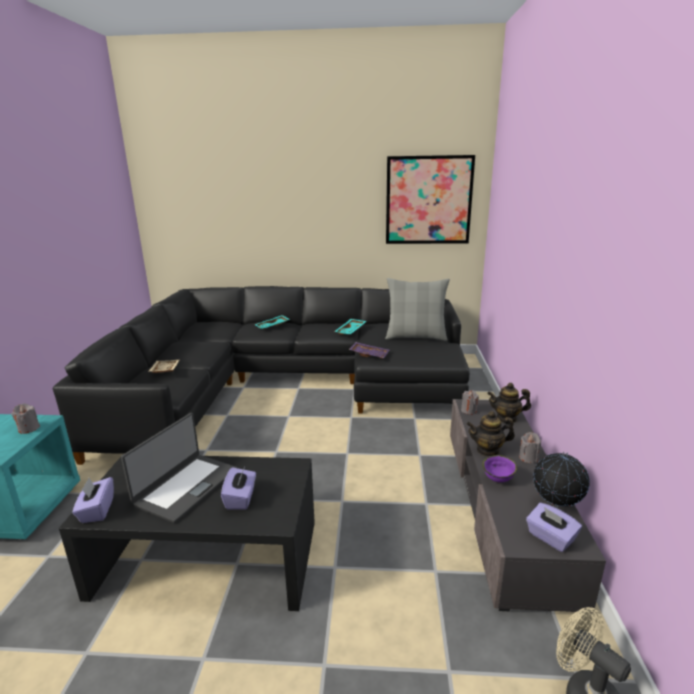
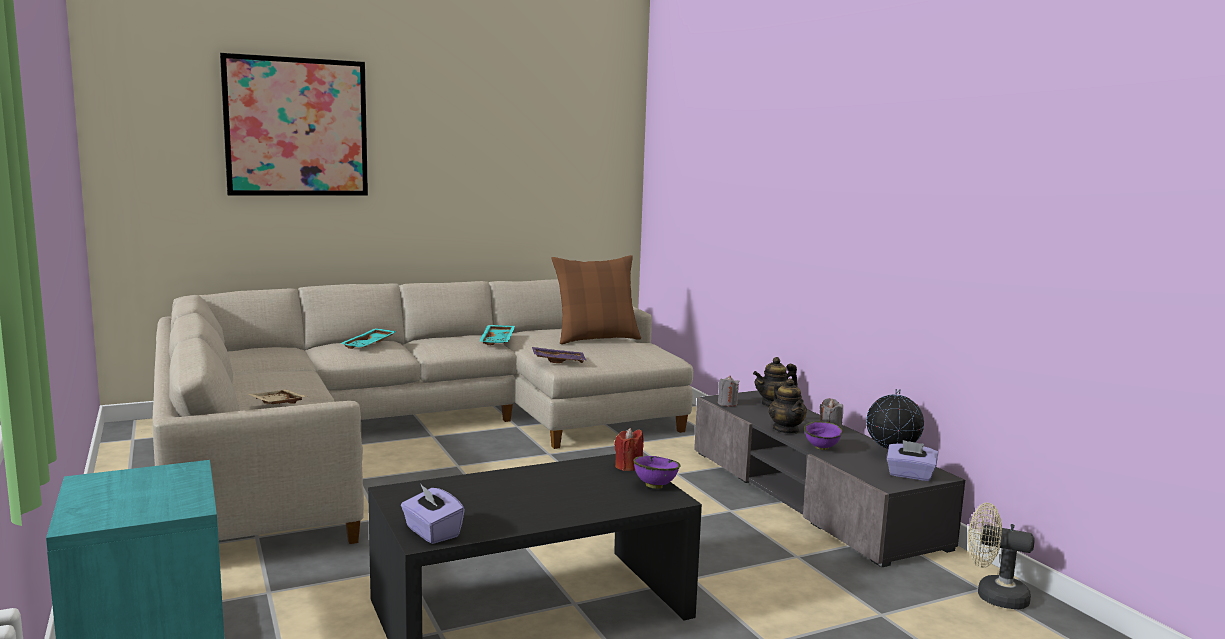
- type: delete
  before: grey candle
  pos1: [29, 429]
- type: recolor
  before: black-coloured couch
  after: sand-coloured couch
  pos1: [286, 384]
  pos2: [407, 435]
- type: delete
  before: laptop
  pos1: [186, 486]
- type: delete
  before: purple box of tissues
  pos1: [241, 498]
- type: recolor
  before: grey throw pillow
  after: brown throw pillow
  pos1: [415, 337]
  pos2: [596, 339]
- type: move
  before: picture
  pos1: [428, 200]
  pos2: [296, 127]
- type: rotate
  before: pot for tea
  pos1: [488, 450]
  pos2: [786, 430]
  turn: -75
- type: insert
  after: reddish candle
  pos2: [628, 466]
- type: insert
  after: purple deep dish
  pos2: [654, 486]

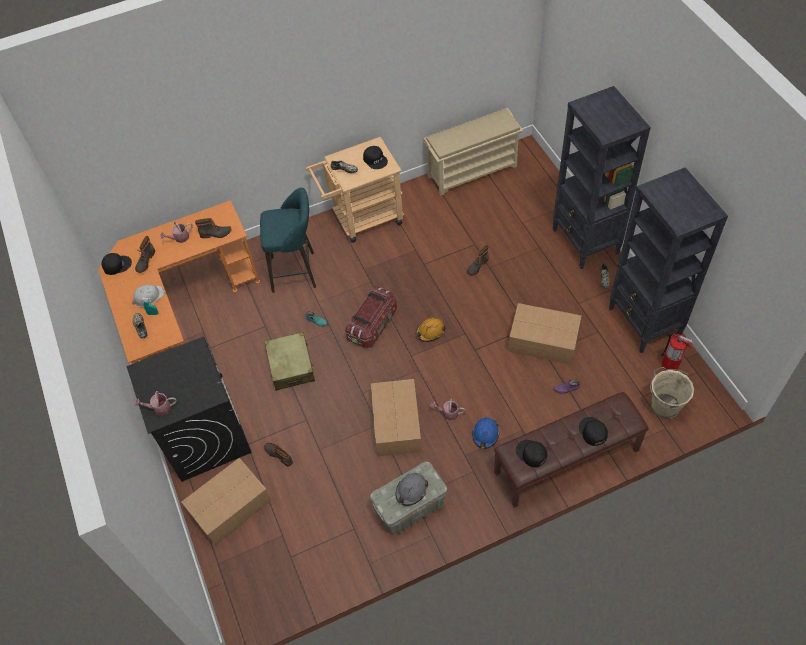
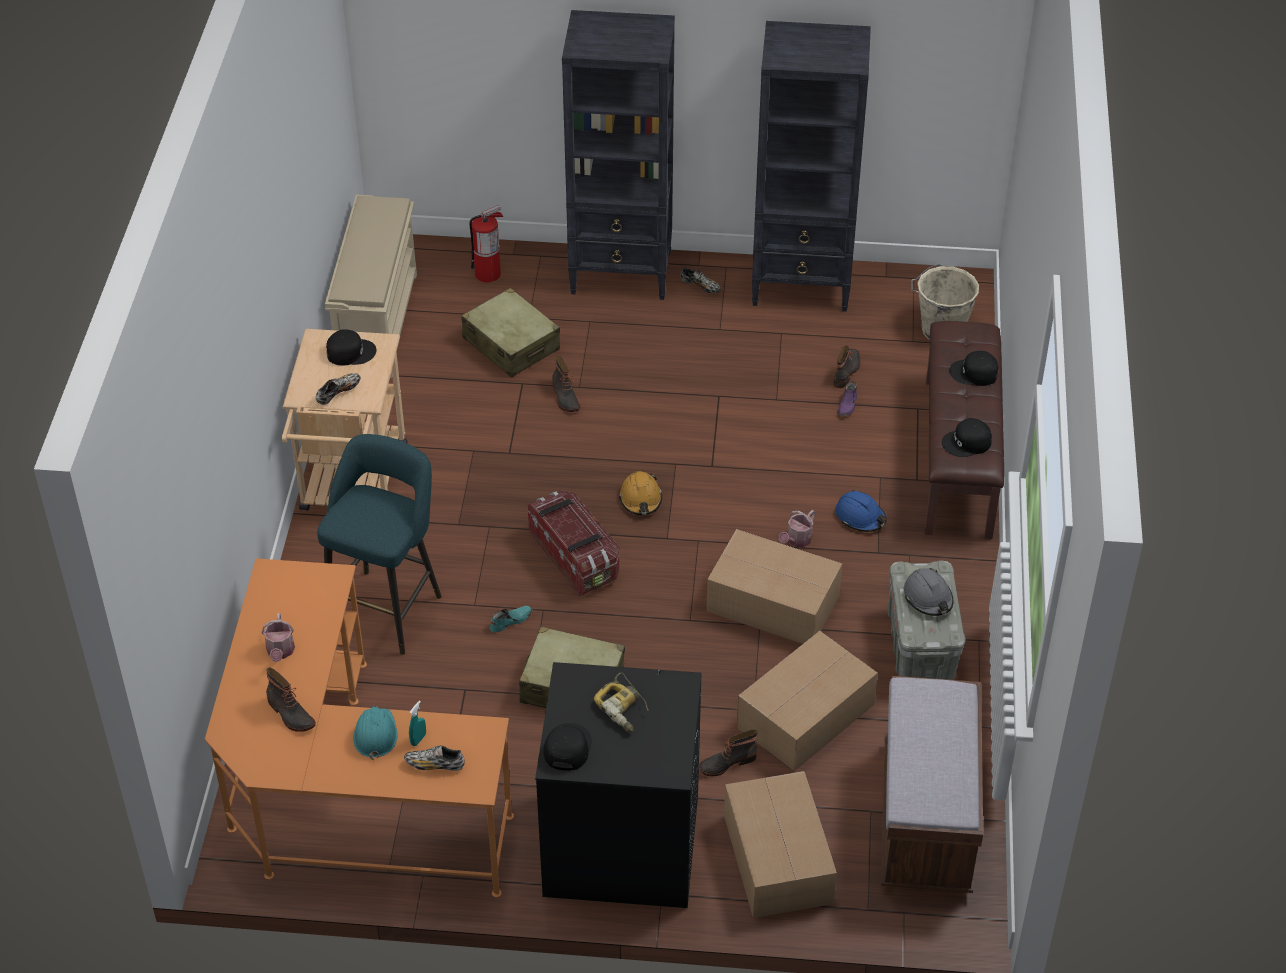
- type: move
  before: black-coloured baseball cap
  pos1: [117, 265]
  pos2: [566, 748]
- type: recolor
  before: white safety helmet
  after: blue-green safety helmet
  pos1: [148, 297]
  pos2: [375, 734]
- type: delete
  before: watering pot
  pos1: [159, 408]
- type: move
  before: boot
  pos1: [216, 234]
  pos2: [847, 371]
- type: move
  before: packing box
  pos1: [544, 341]
  pos2: [807, 715]
- type: move
  before: extinguisher
  pos1: [670, 365]
  pos2: [488, 274]
- type: insert
  after: sand-coloured travel case
  pos2: [511, 344]
- type: insert
  after: power drill
  pos2: [624, 708]
- type: insert
  after: brown long seat
  pos2: [926, 819]

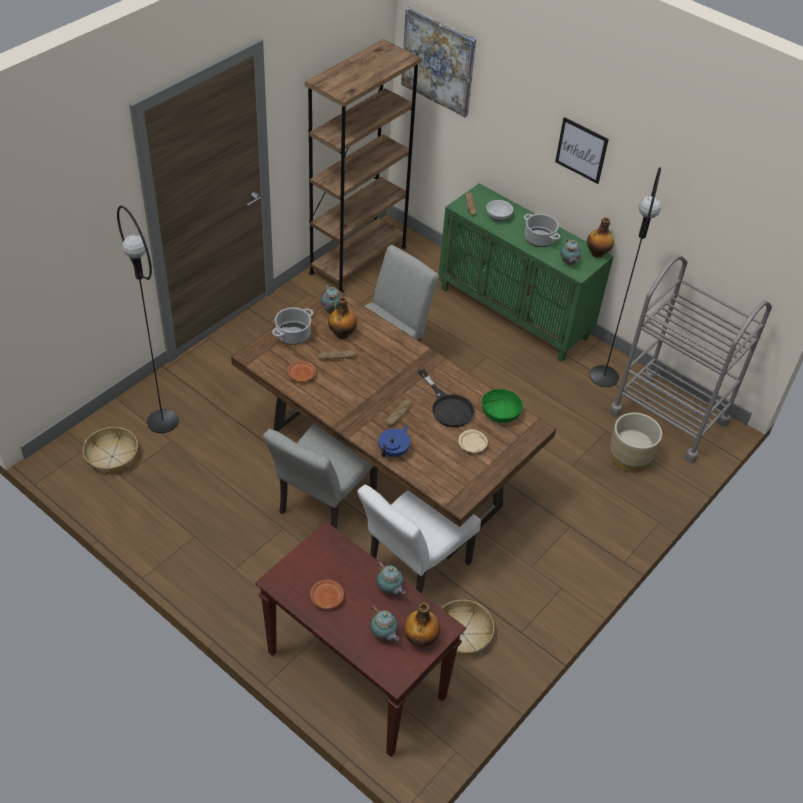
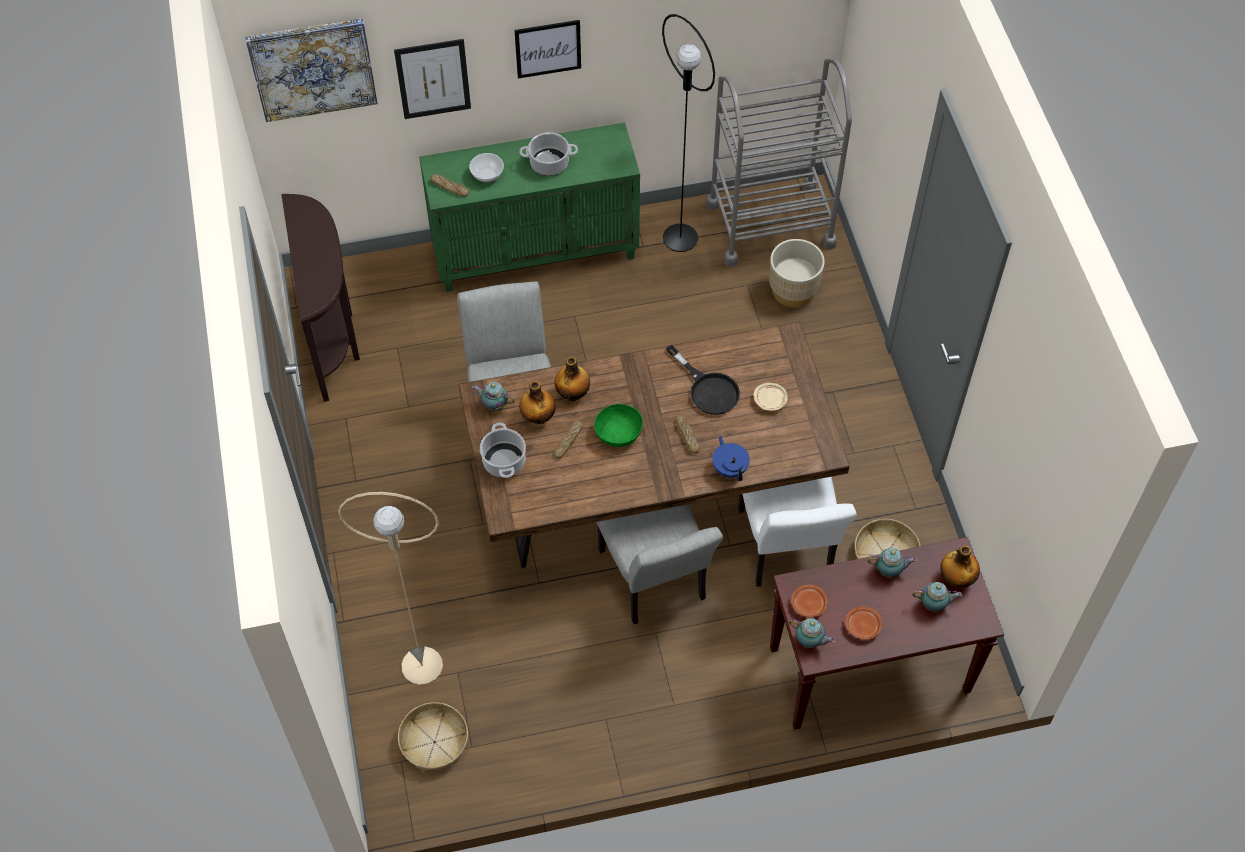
- type: recolor
  before: black-coloured standard lamp
  after: sand-coloured standard lamp
  pos1: [163, 421]
  pos2: [422, 665]
- type: move
  before: brown flat dish
  pos1: [301, 375]
  pos2: [808, 604]
- type: replace
  before: brown bookshelf
  after: brown hall table
  pos1: [358, 260]
  pos2: [333, 338]
- type: rotate
  before: black-coloured frying pan
  pos1: [448, 407]
  pos2: [708, 389]
  turn: 45
- type: move
  before: greenish deep dish
  pos1: [500, 413]
  pos2: [618, 433]
- type: move
  before: pot for tea
  pos1: [568, 263]
  pos2: [810, 642]
- type: move
  before: beverage bottle
  pos1: [597, 253]
  pos2: [573, 393]
- type: insert
  after: picture
  pos2: [433, 79]

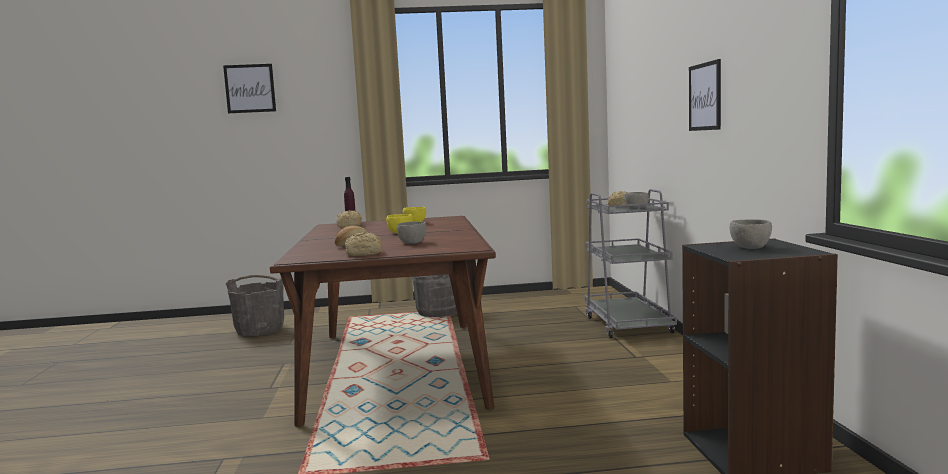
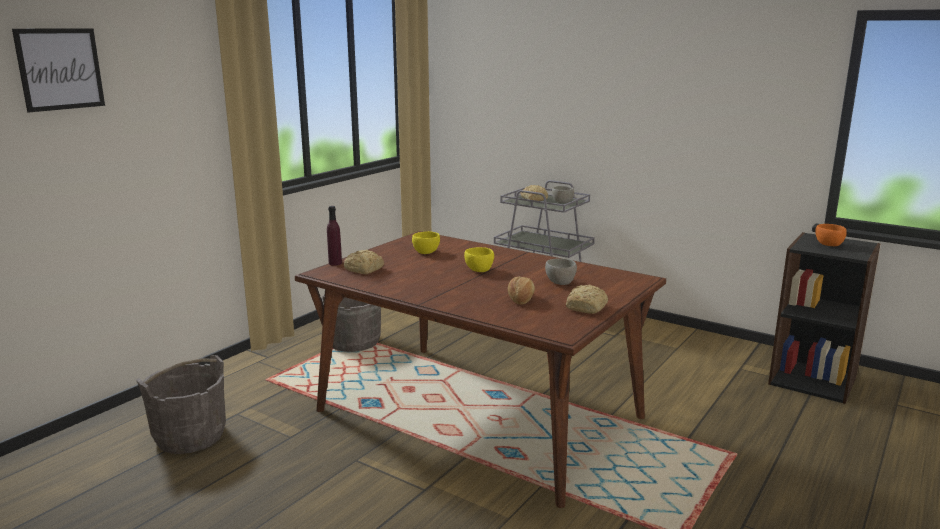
- type: delete
  before: picture
  pos1: [705, 96]
- type: recolor
  before: grey deep dish
  after: orangey deep dish
  pos1: [749, 247]
  pos2: [829, 245]

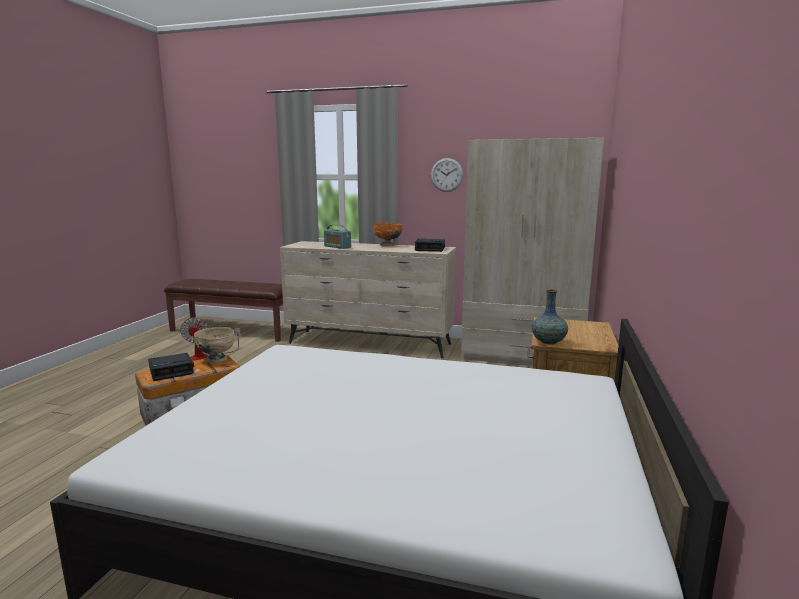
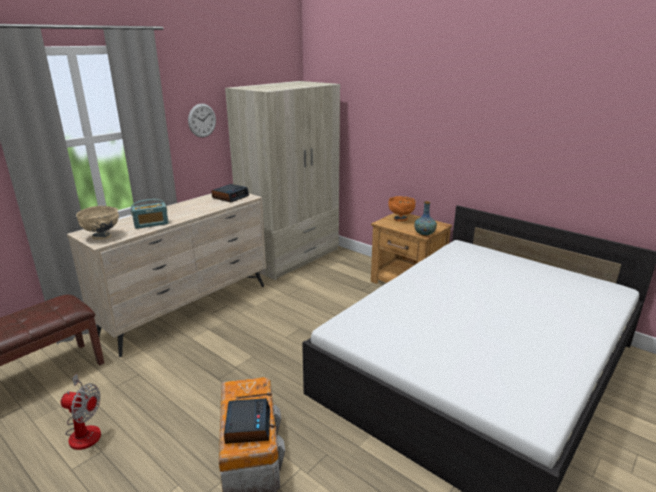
- type: move
  before: sand-coloured deep dish
  pos1: [216, 359]
  pos2: [102, 237]
- type: move
  before: orangey deep dish
  pos1: [387, 245]
  pos2: [401, 219]

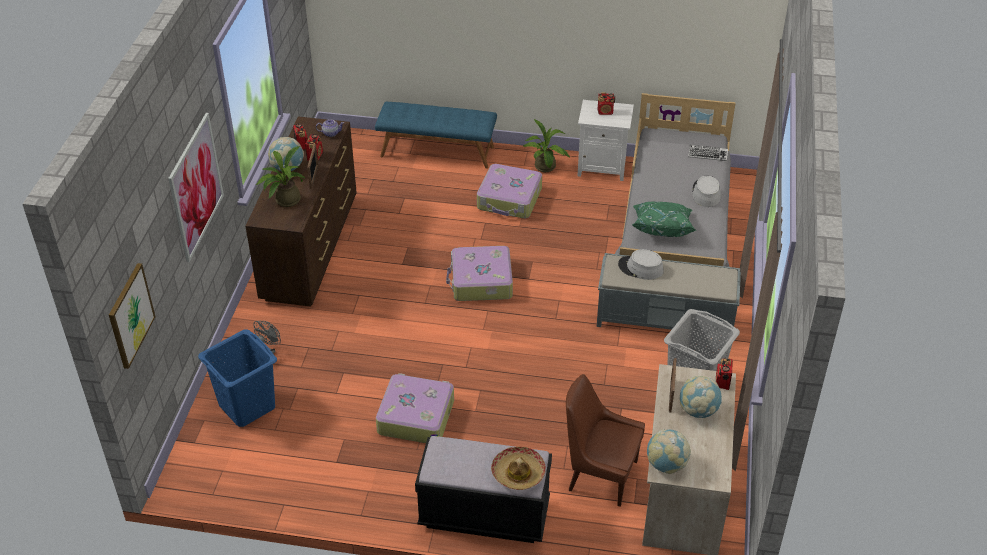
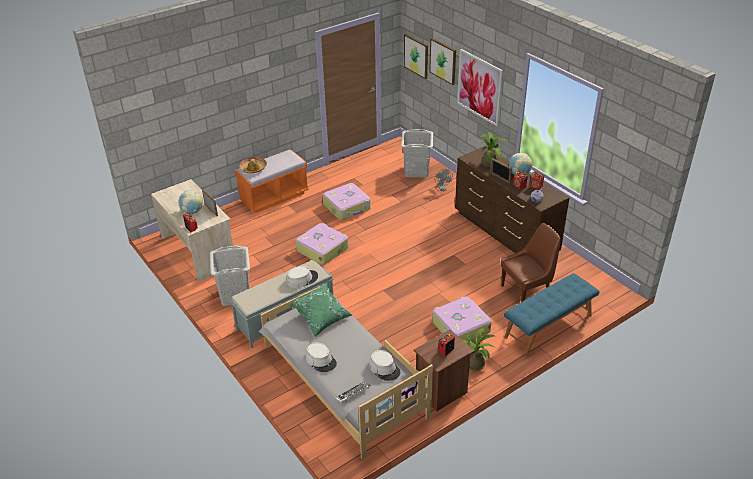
- type: recolor
  before: bluish hamper
  after: grey hamper
  pos1: [246, 406]
  pos2: [417, 171]
- type: recolor
  before: black-coloured long seat
  after: orangey long seat
  pos1: [484, 514]
  pos2: [274, 197]
- type: move
  before: travel case
  pos1: [481, 281]
  pos2: [322, 249]
- type: move
  before: brown upright chair
  pos1: [600, 475]
  pos2: [527, 291]
- type: recolor
  before: white bedside table
  after: brown bedside table
  pos1: [602, 167]
  pos2: [442, 392]
- type: delete
  before: world globe
  pos1: [666, 464]
- type: insert
  after: grey hat
  pos2: [384, 368]
- type: insert
  after: picture
  pos2: [443, 61]

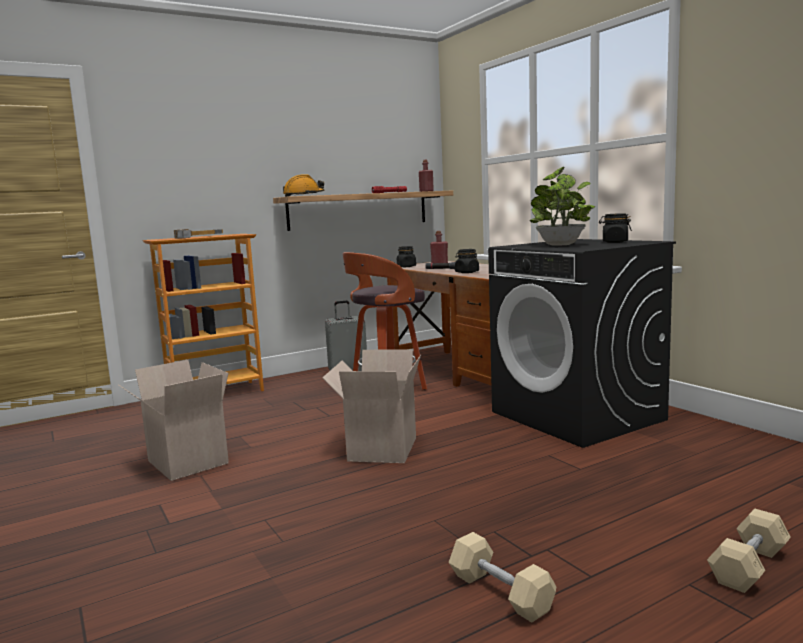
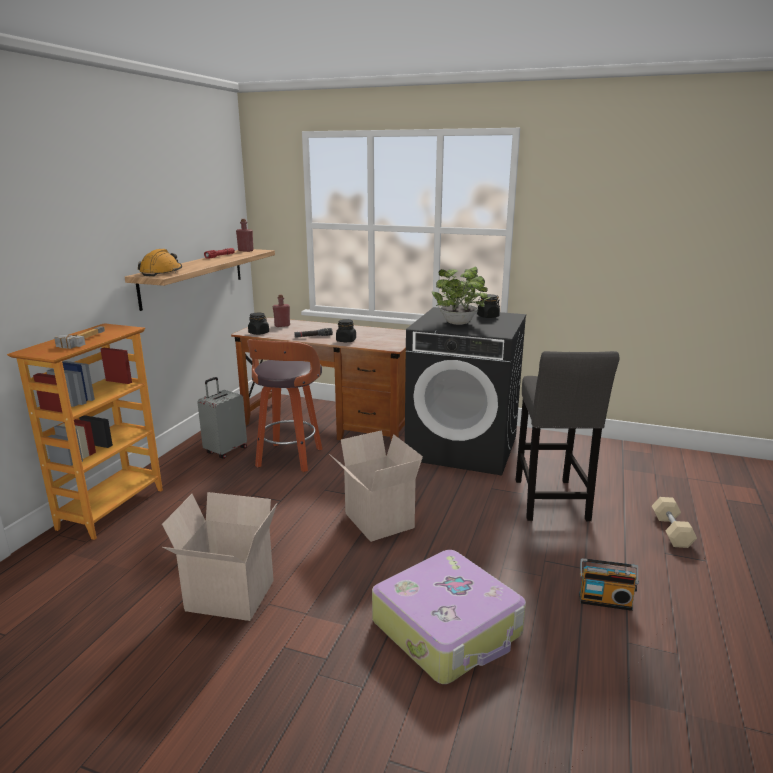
- type: replace
  before: sand-coloured hand weight
  after: radio set
  pos1: [500, 593]
  pos2: [604, 600]
- type: insert
  after: travel case
  pos2: [448, 628]
- type: insert
  after: grey sitting stool
  pos2: [550, 502]

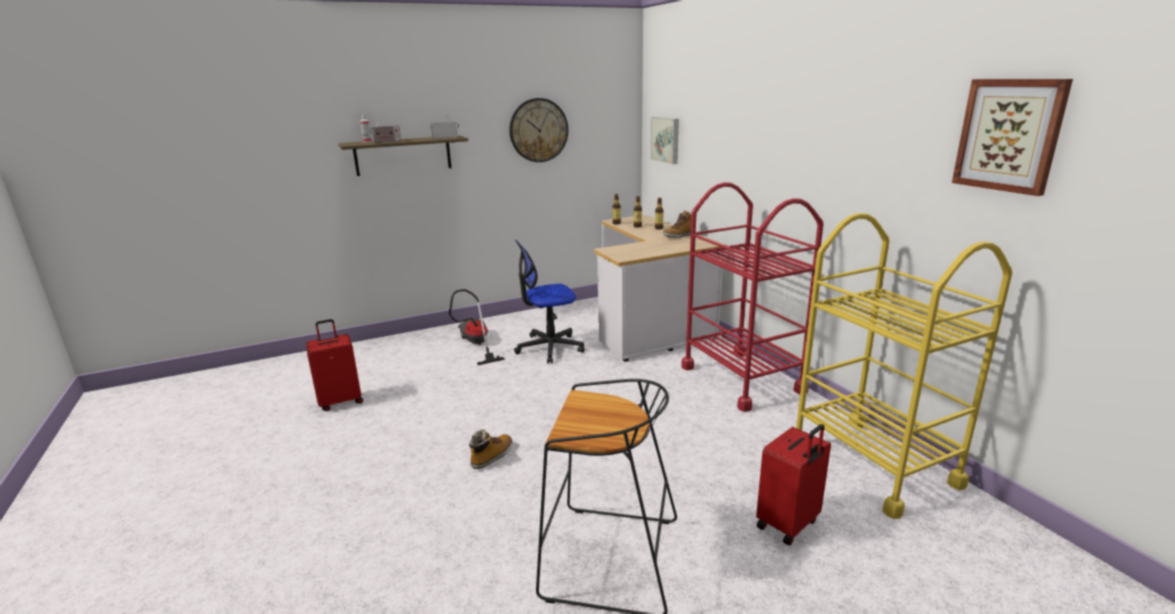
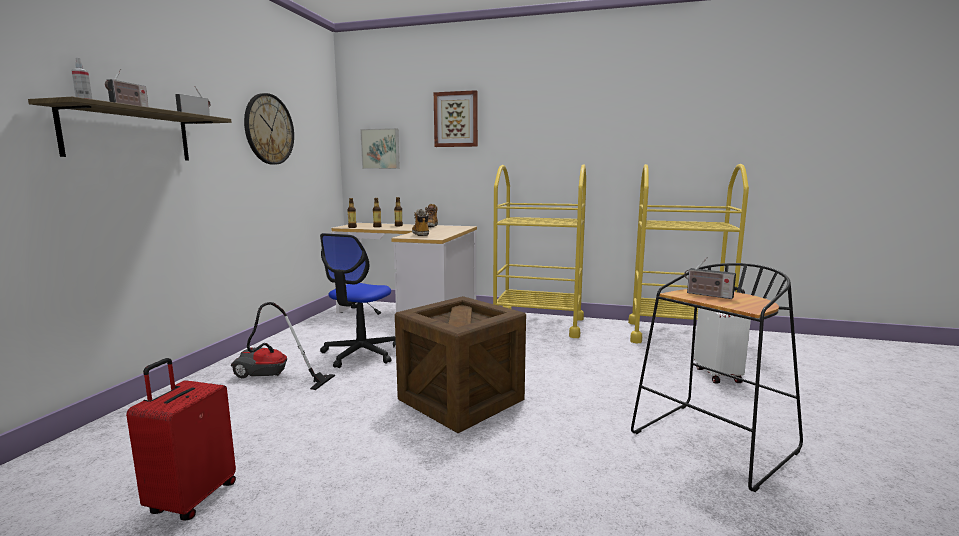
- type: move
  before: boot
  pos1: [492, 456]
  pos2: [421, 234]
- type: recolor
  before: reddish wheeled cart
  after: yellow wheeled cart
  pos1: [741, 379]
  pos2: [538, 324]
- type: recolor
  before: reddish travel case
  after: white travel case
  pos1: [788, 524]
  pos2: [718, 375]
- type: move
  before: picture
  pos1: [1009, 135]
  pos2: [456, 119]
- type: insert
  after: packing crate
  pos2: [461, 400]
- type: insert
  after: radio set
  pos2: [707, 295]

